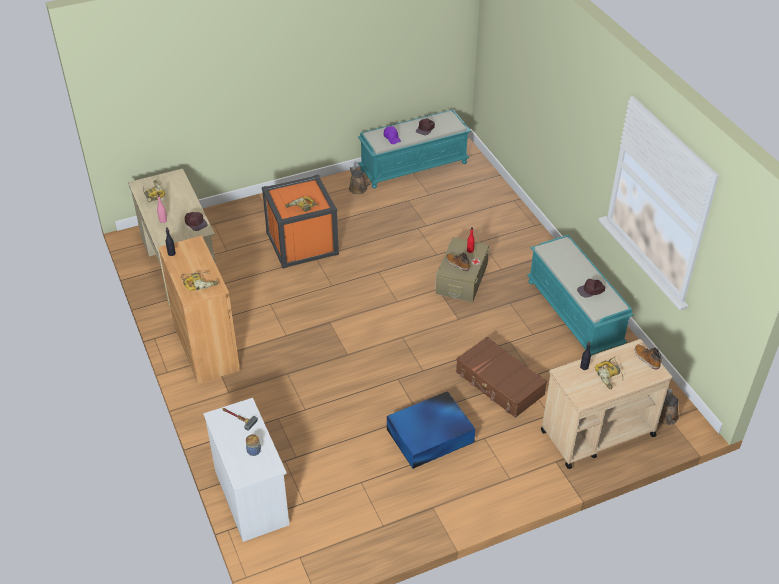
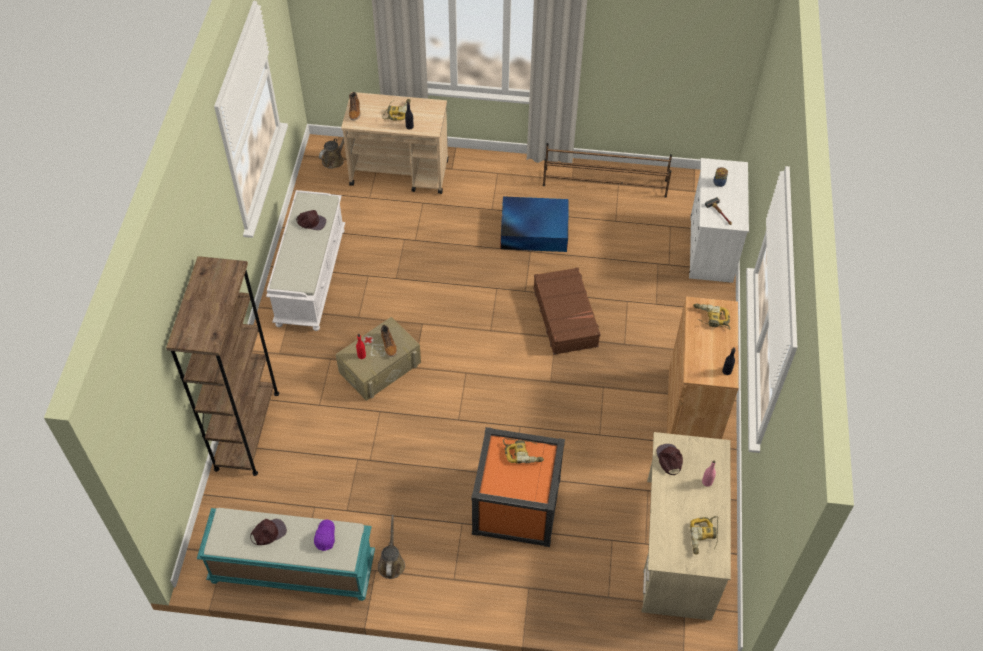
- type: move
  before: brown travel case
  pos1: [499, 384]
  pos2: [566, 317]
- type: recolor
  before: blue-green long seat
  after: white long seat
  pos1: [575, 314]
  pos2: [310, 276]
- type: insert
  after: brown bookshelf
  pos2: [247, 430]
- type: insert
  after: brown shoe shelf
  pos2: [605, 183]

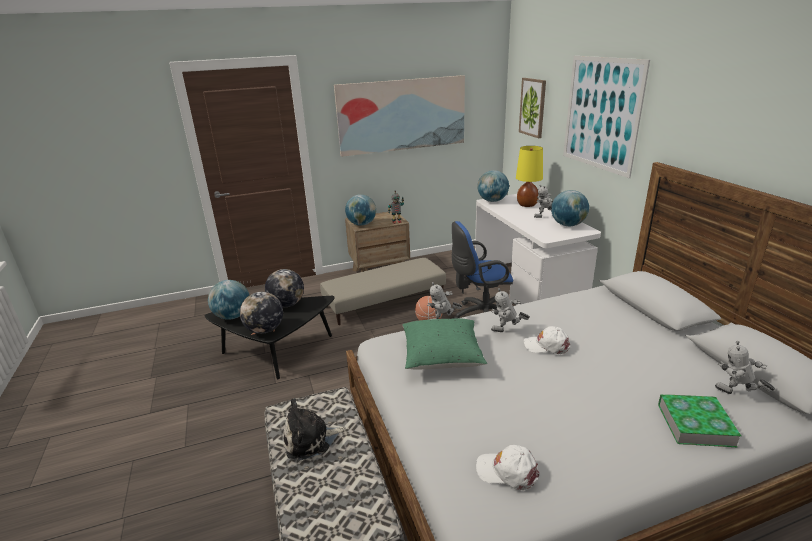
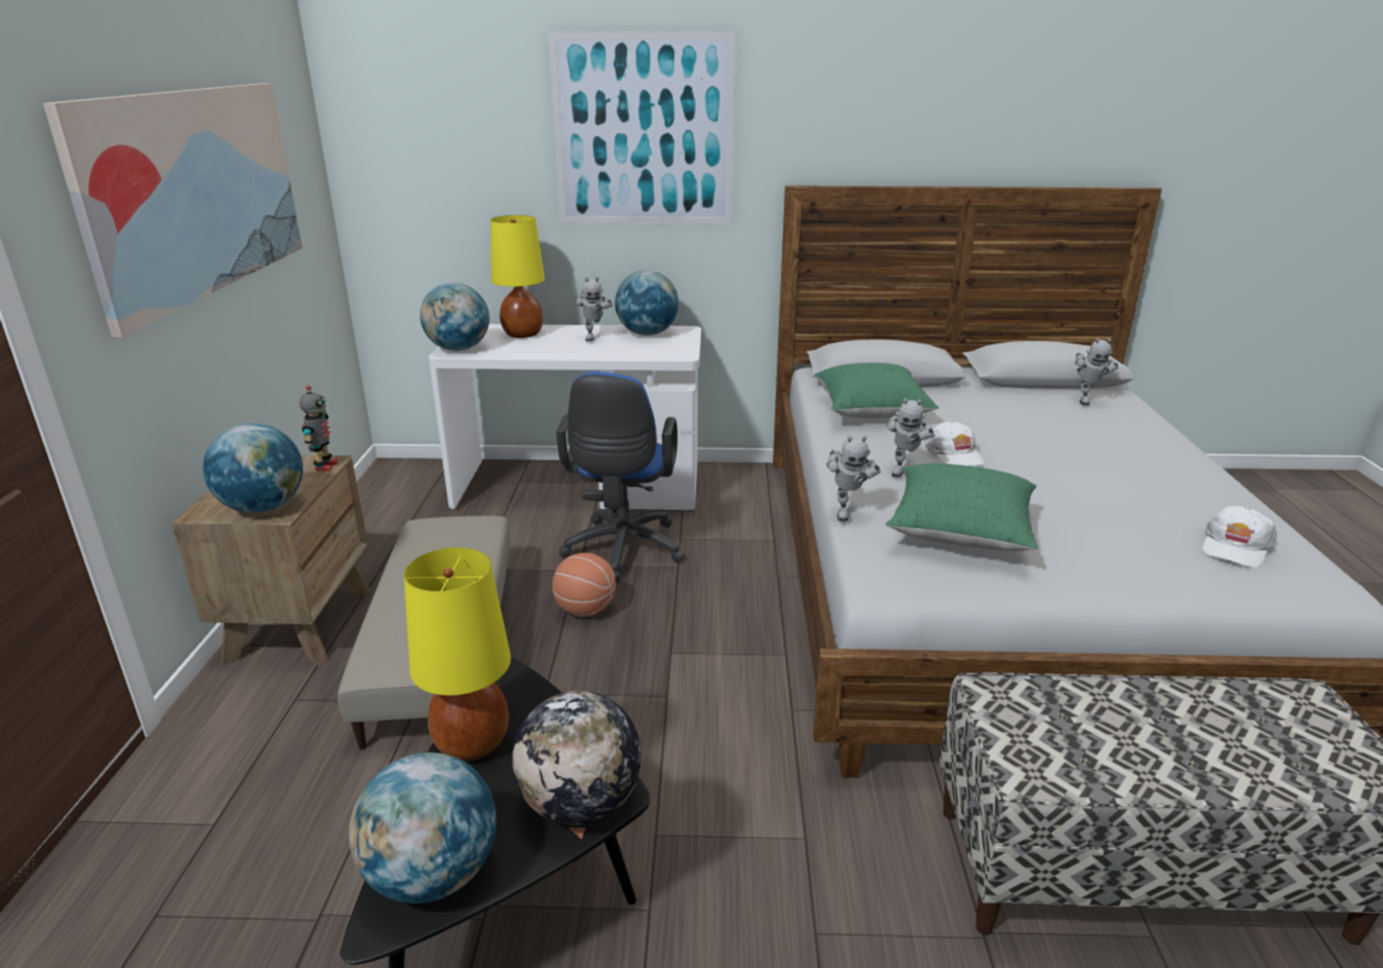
- type: replace
  before: world globe
  after: yellow table lamp
  pos1: [287, 304]
  pos2: [471, 743]
- type: delete
  before: plush toy
  pos1: [310, 440]
- type: delete
  before: picture
  pos1: [533, 107]
- type: rotate
  before: white baseball cap
  pos1: [546, 345]
  pos2: [954, 455]
  turn: -45
- type: delete
  before: bound book
  pos1: [695, 424]
- type: rotate
  before: model robot
  pos1: [736, 396]
  pos2: [1085, 400]
  turn: -45
- type: insert
  after: greenish throw pillow
  pos2: [871, 411]

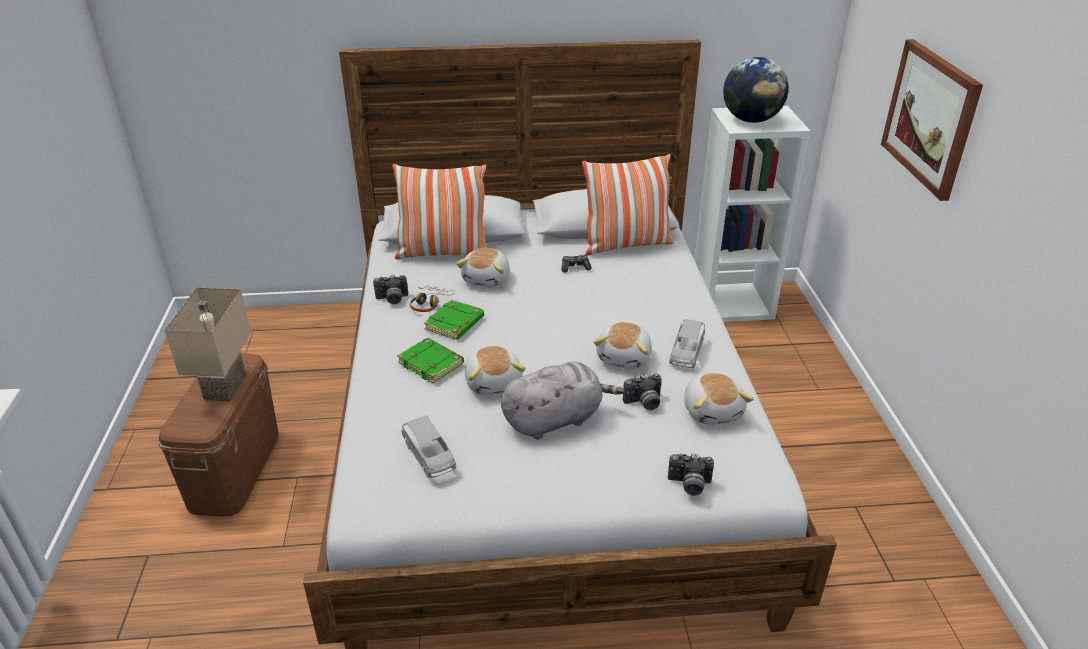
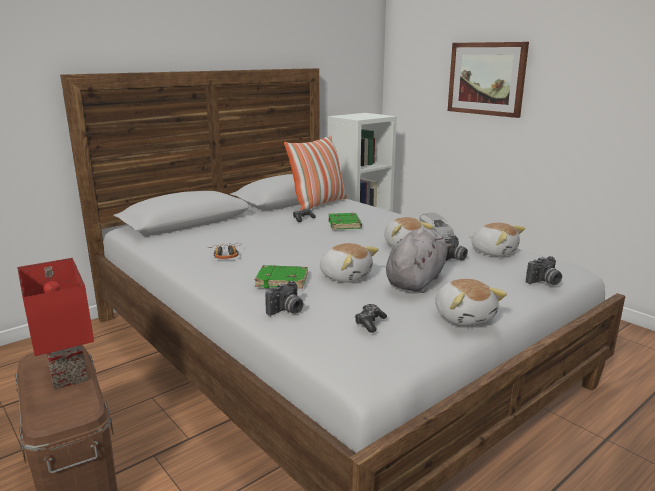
- type: recolor
  before: sand-coloured table lamp
  after: reddish table lamp
  pos1: [227, 387]
  pos2: [71, 372]
- type: move
  before: still camera
  pos1: [392, 299]
  pos2: [286, 311]
- type: delete
  before: throw pillow
  pos1: [443, 252]
- type: replace
  before: grey toy car
  after: gamepad
  pos1: [429, 456]
  pos2: [370, 323]
- type: move
  before: greenish bound book
  pos1: [455, 324]
  pos2: [345, 224]
- type: move
  before: plush toy
  pos1: [487, 279]
  pos2: [464, 316]
- type: delete
  before: world globe
  pos1: [751, 120]

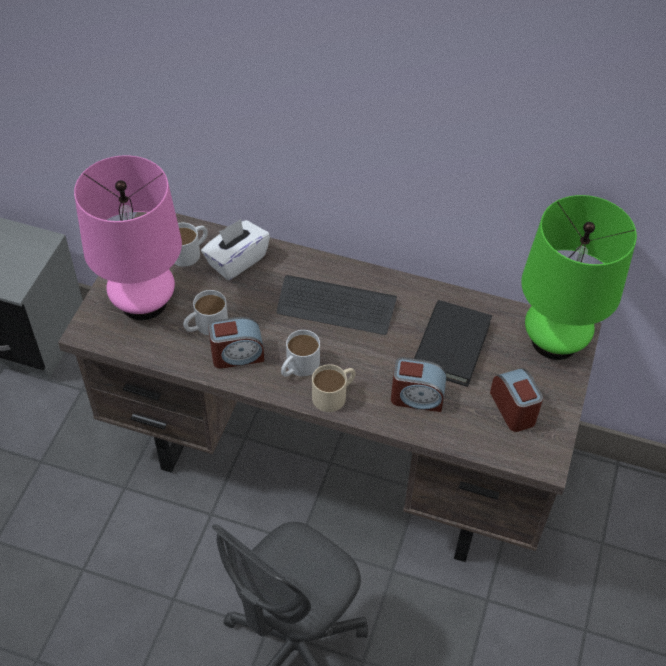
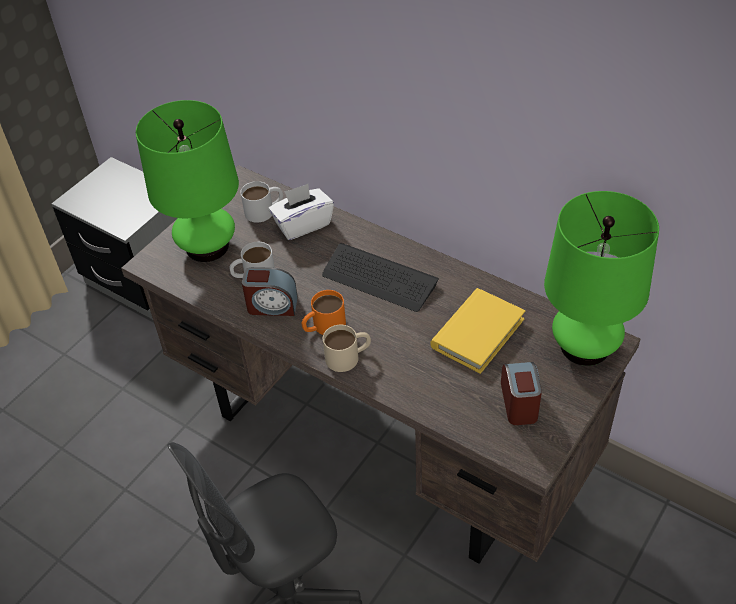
- type: recolor
  before: pink table lamp
  after: greenish table lamp
  pos1: [144, 302]
  pos2: [207, 246]
- type: recolor
  before: white tea mug
  after: orangey tea mug
  pos1: [298, 367]
  pos2: [323, 326]
- type: delete
  before: bedside clock
  pos1: [417, 397]
- type: recolor
  before: black-coloured bound book
  after: yellow bound book
  pos1: [451, 346]
  pos2: [477, 333]

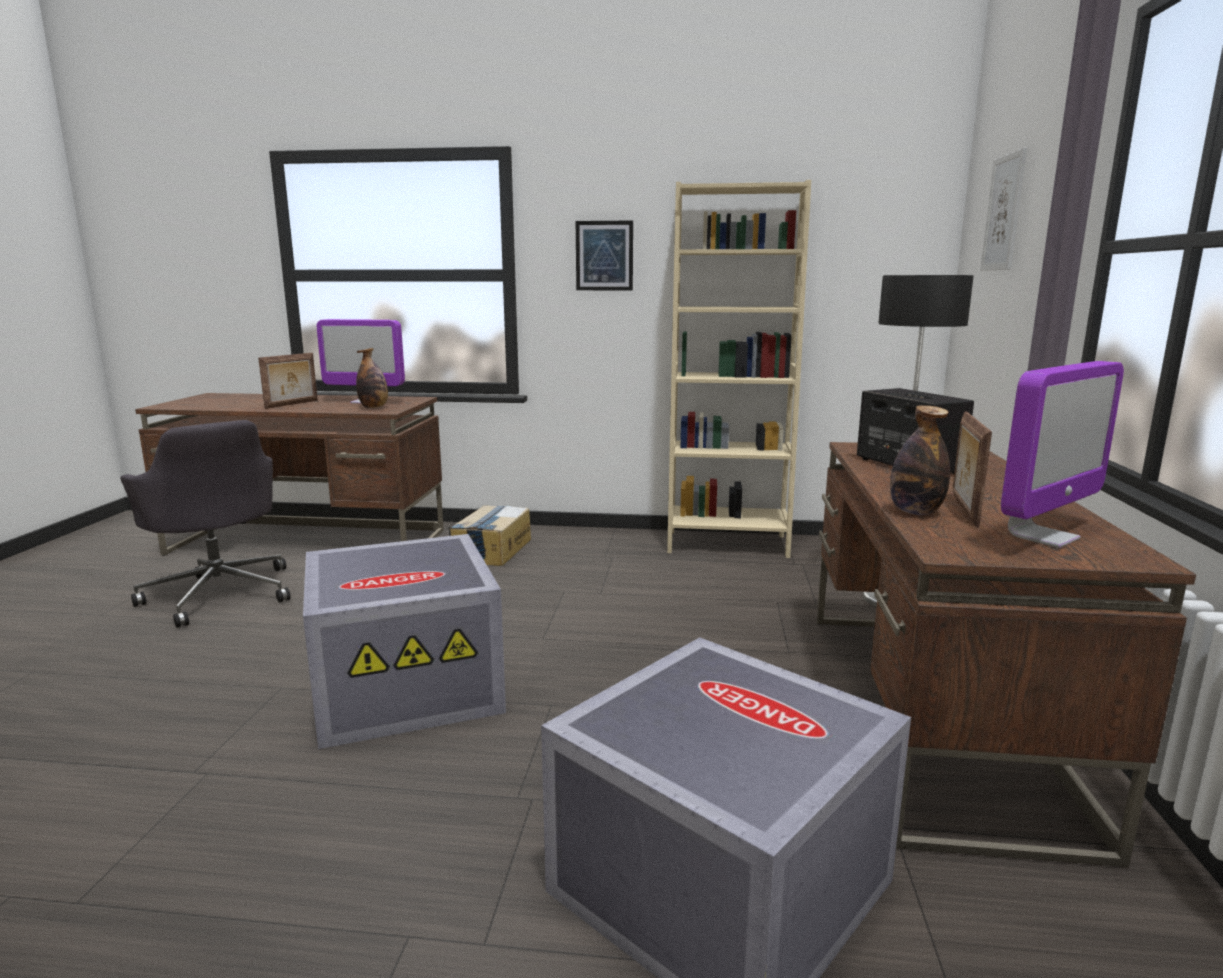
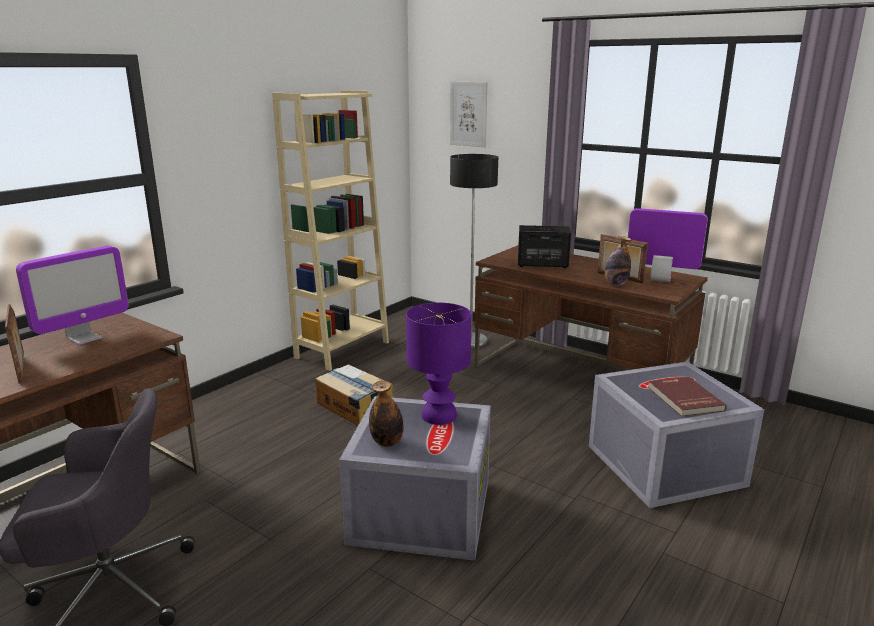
- type: move
  before: beverage bottle
  pos1: [374, 407]
  pos2: [387, 442]
- type: move
  before: packing box
  pos1: [491, 550]
  pos2: [355, 407]
- type: delete
  before: picture
  pos1: [604, 256]
- type: rotate
  before: computer screen
  pos1: [1042, 537]
  pos2: [660, 279]
  turn: -60
- type: insert
  after: purple table lamp
  pos2: [438, 416]
- type: insert
  after: reddish bound book
  pos2: [684, 399]

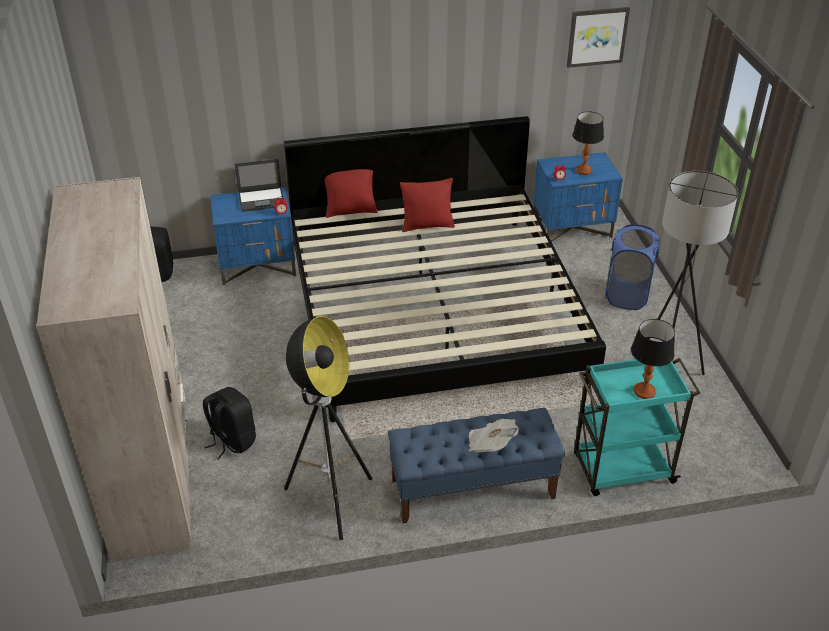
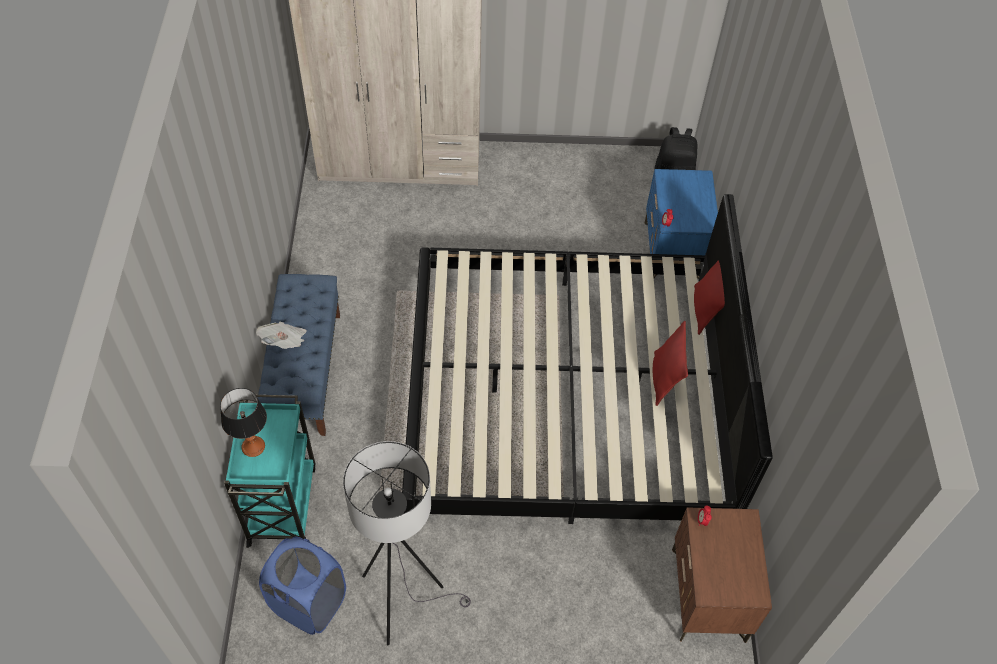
- type: delete
  before: black-coloured rucksack
  pos1: [232, 440]
- type: delete
  before: laptop
  pos1: [262, 199]
- type: delete
  before: standard lamp
  pos1: [329, 501]
- type: recolor
  before: bluish bedside table
  after: brown bedside table
  pos1: [572, 228]
  pos2: [708, 595]
- type: delete
  before: picture
  pos1: [597, 36]
- type: delete
  before: table lamp
  pos1: [584, 170]
- type: move
  before: bluish hamper
  pos1: [627, 295]
  pos2: [309, 603]

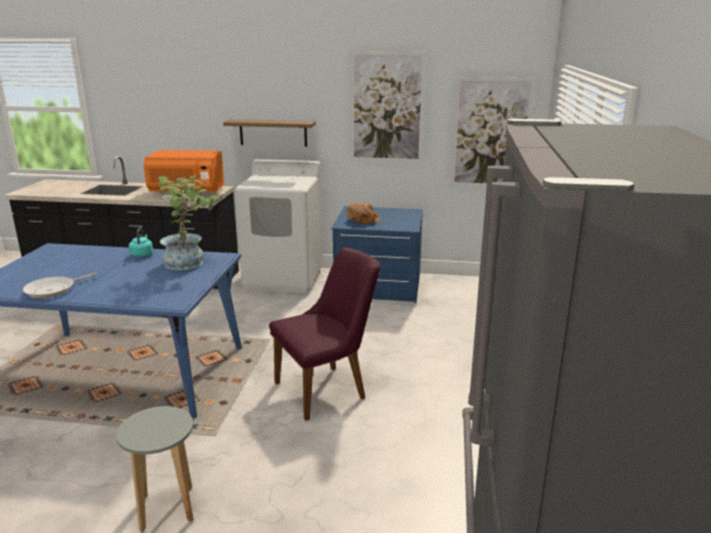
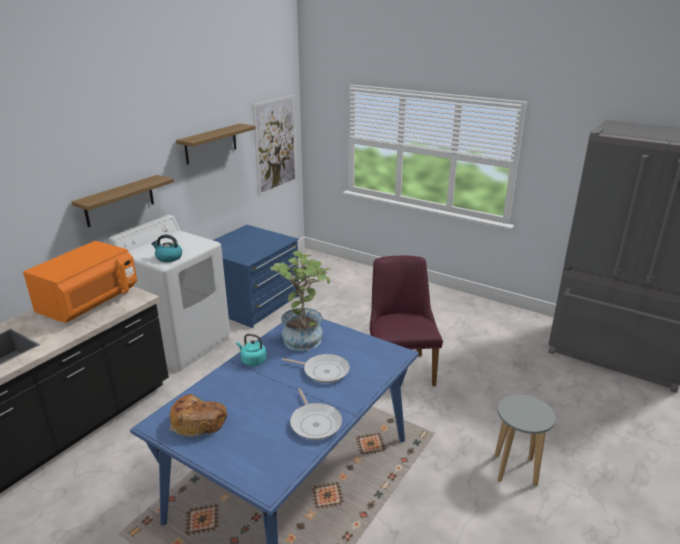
- type: move
  before: bread
  pos1: [363, 219]
  pos2: [198, 421]
- type: replace
  before: picture
  after: bracket shelf
  pos1: [387, 107]
  pos2: [211, 143]
- type: insert
  after: water kettle
  pos2: [168, 258]
- type: insert
  after: frying pan
  pos2: [323, 371]

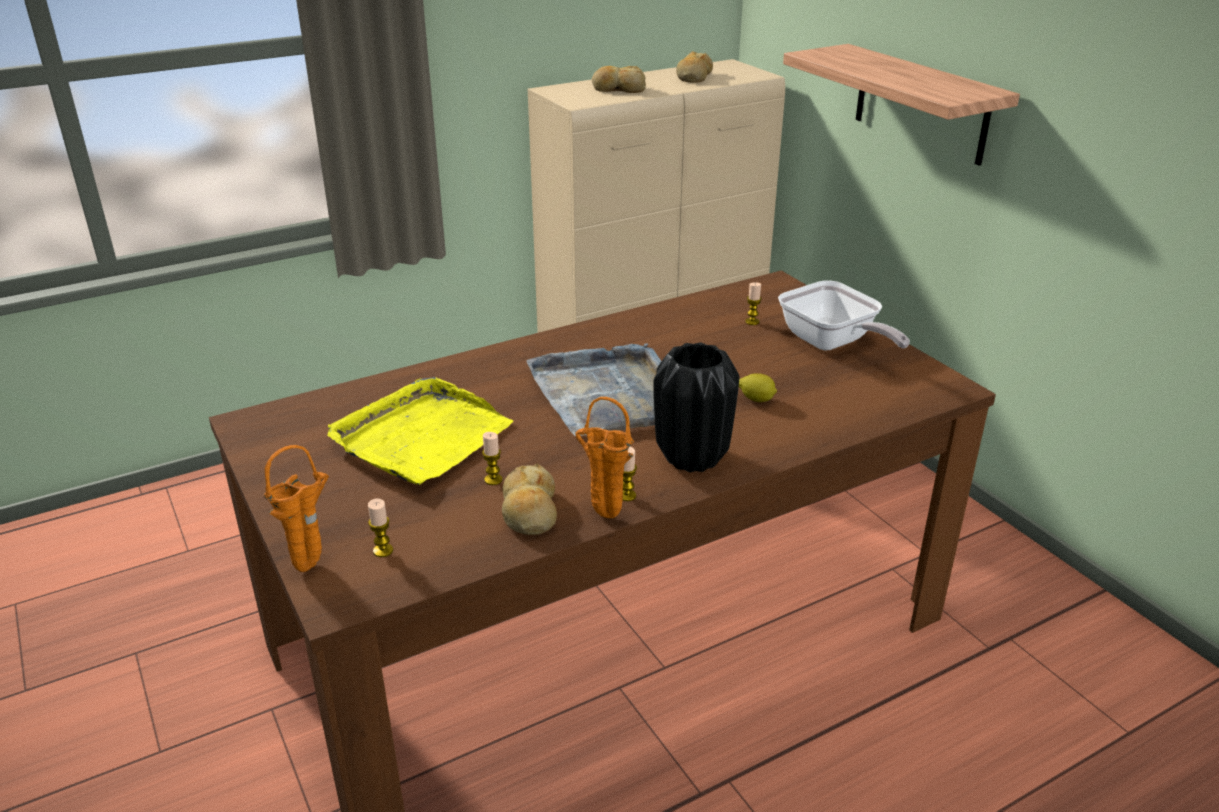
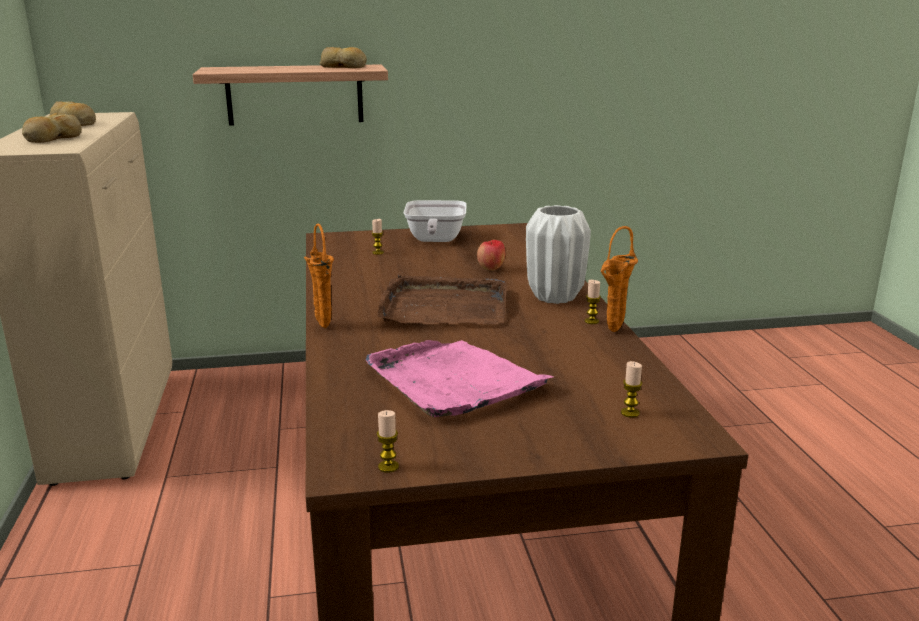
- type: move
  before: orangey vase
  pos1: [312, 566]
  pos2: [322, 325]
- type: recolor
  before: yellow tray
  after: pink tray
  pos1: [421, 437]
  pos2: [453, 381]
- type: move
  before: candle
  pos1: [493, 480]
  pos2: [388, 467]
- type: move
  before: bread
  pos1: [529, 512]
  pos2: [343, 67]
- type: recolor
  before: grey tray
  after: brown tray
  pos1: [608, 394]
  pos2: [443, 307]
- type: recolor
  before: black-coloured vase
  after: white vase
  pos1: [691, 458]
  pos2: [554, 297]
- type: replace
  before: lemon
  after: apple
  pos1: [756, 399]
  pos2: [491, 269]
- type: rotate
  before: frying pan
  pos1: [832, 343]
  pos2: [434, 240]
  turn: 105

